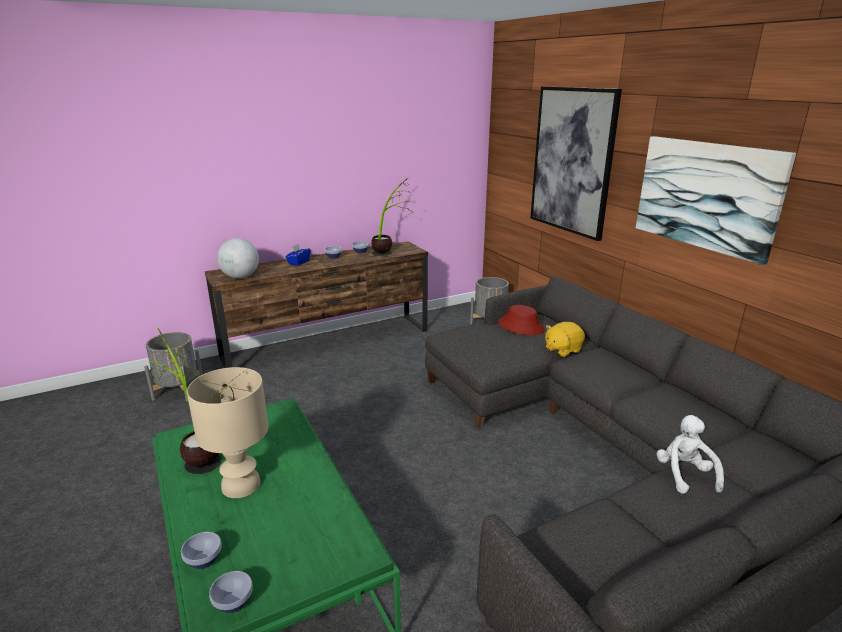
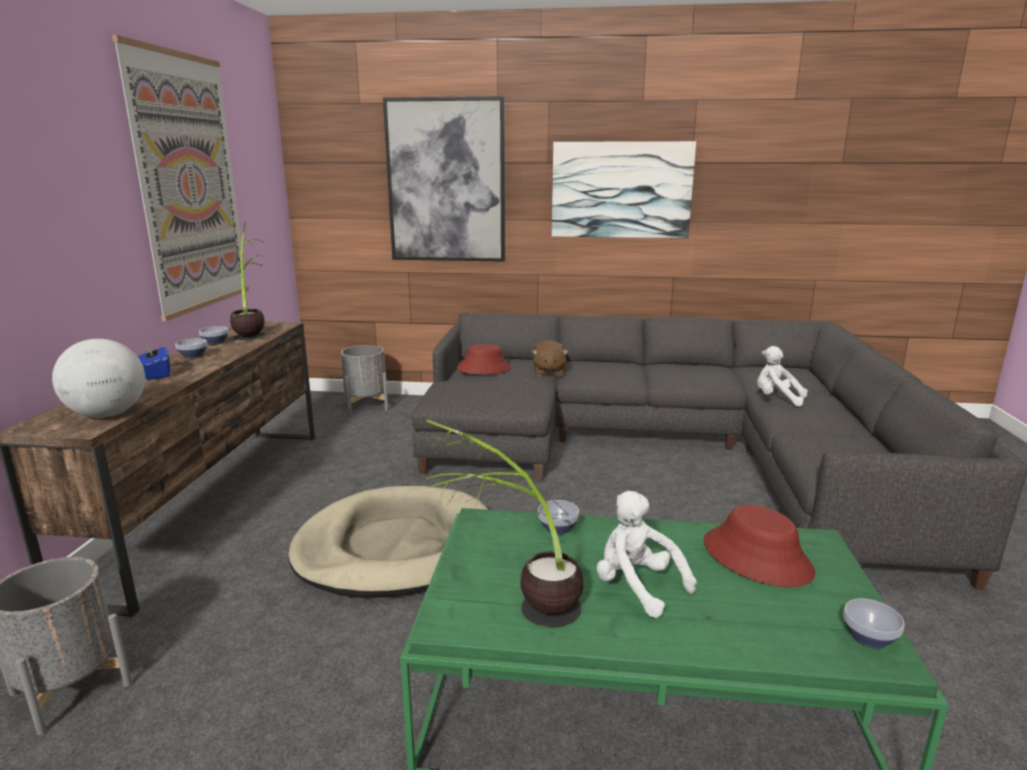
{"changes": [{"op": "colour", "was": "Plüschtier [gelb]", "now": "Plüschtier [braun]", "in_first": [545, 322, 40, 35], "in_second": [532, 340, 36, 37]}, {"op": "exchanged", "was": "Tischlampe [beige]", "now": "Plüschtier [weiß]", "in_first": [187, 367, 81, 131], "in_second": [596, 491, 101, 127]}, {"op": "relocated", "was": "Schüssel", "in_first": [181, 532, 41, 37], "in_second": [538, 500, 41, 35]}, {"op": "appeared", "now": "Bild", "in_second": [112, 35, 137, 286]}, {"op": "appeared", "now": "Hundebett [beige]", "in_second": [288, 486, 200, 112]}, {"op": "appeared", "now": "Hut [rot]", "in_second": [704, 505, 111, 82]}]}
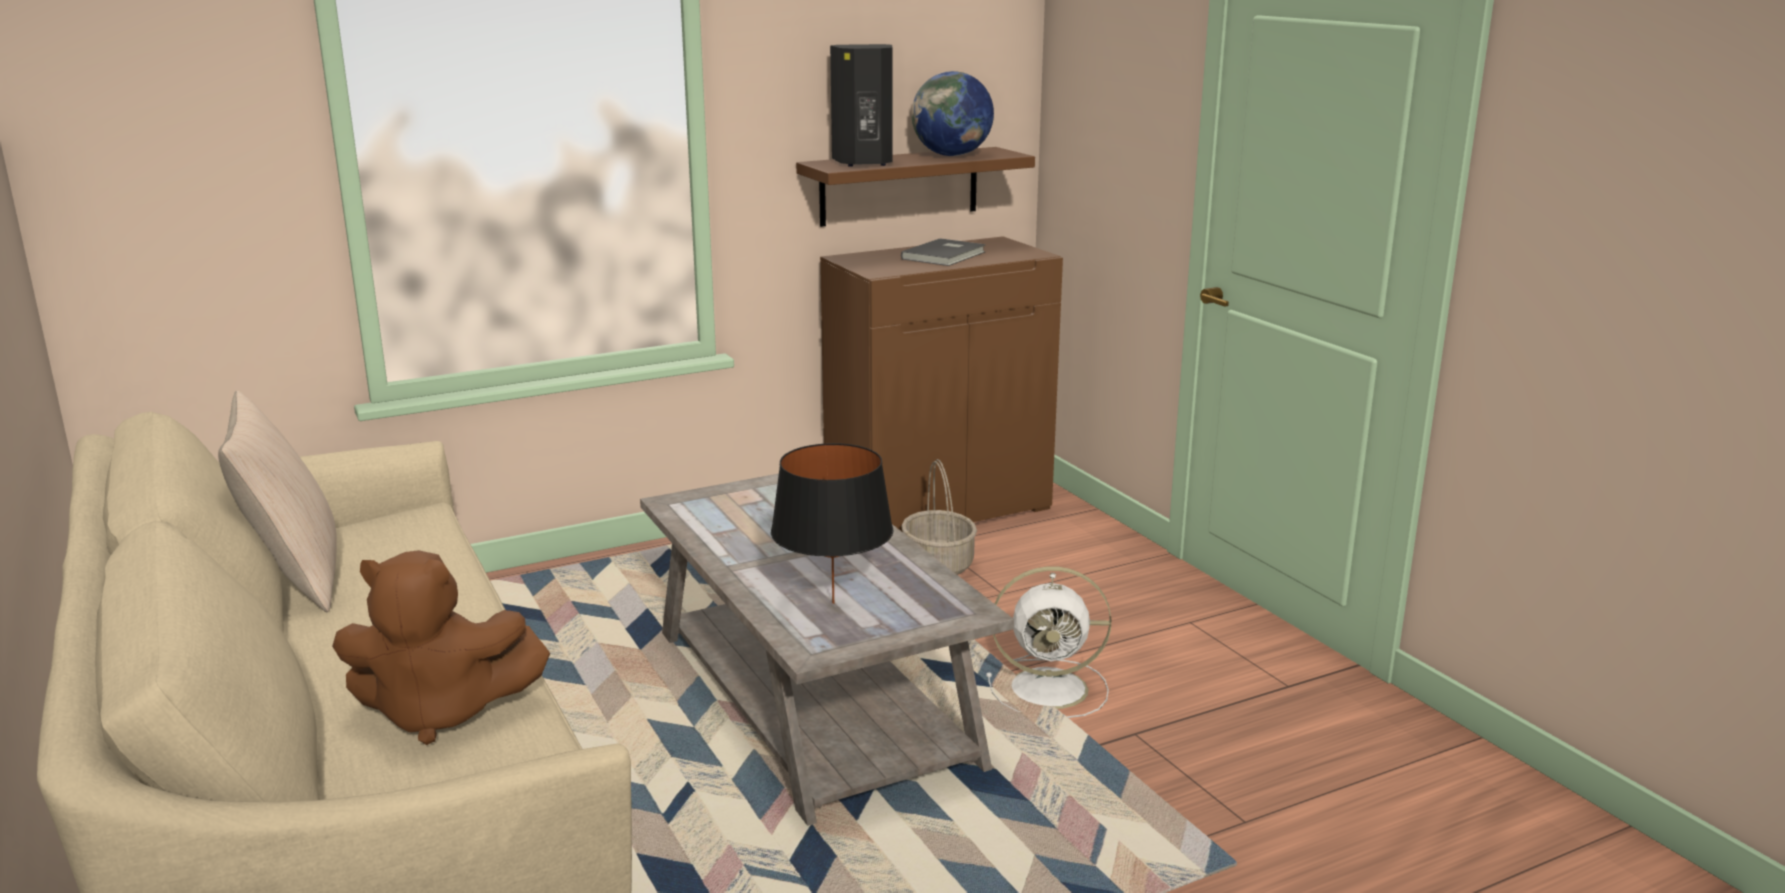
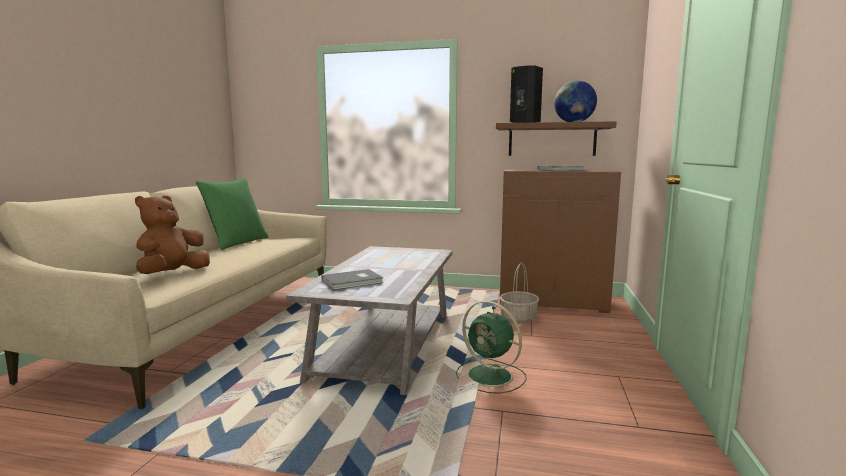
{"changes": [{"op": "colour", "was": "Kissen [beige]", "now": "Kissen [grün]", "in_first": [218, 391, 119, 221], "in_second": [196, 178, 72, 72]}, {"op": "exchanged", "was": "Tischlampe [schwarz]", "now": "Buch [grau]", "in_first": [771, 443, 122, 161], "in_second": [321, 269, 63, 21]}, {"op": "spun", "was": "Plüschtier [braun]", "in_first": [332, 550, 218, 195], "in_second": [135, 195, 75, 79], "clockwise": 75}, {"op": "colour", "was": "Ventilator [weiß]", "now": "Ventilator [grün]", "in_first": [986, 566, 125, 152], "in_second": [456, 301, 71, 93]}]}
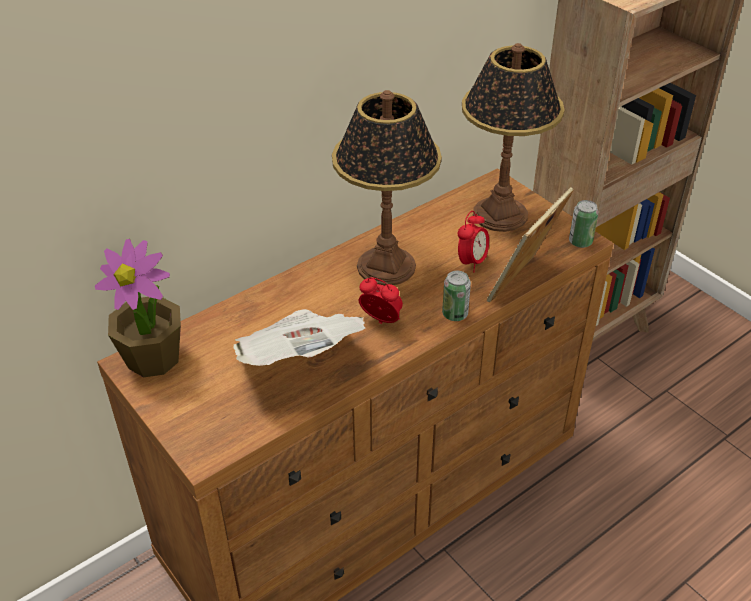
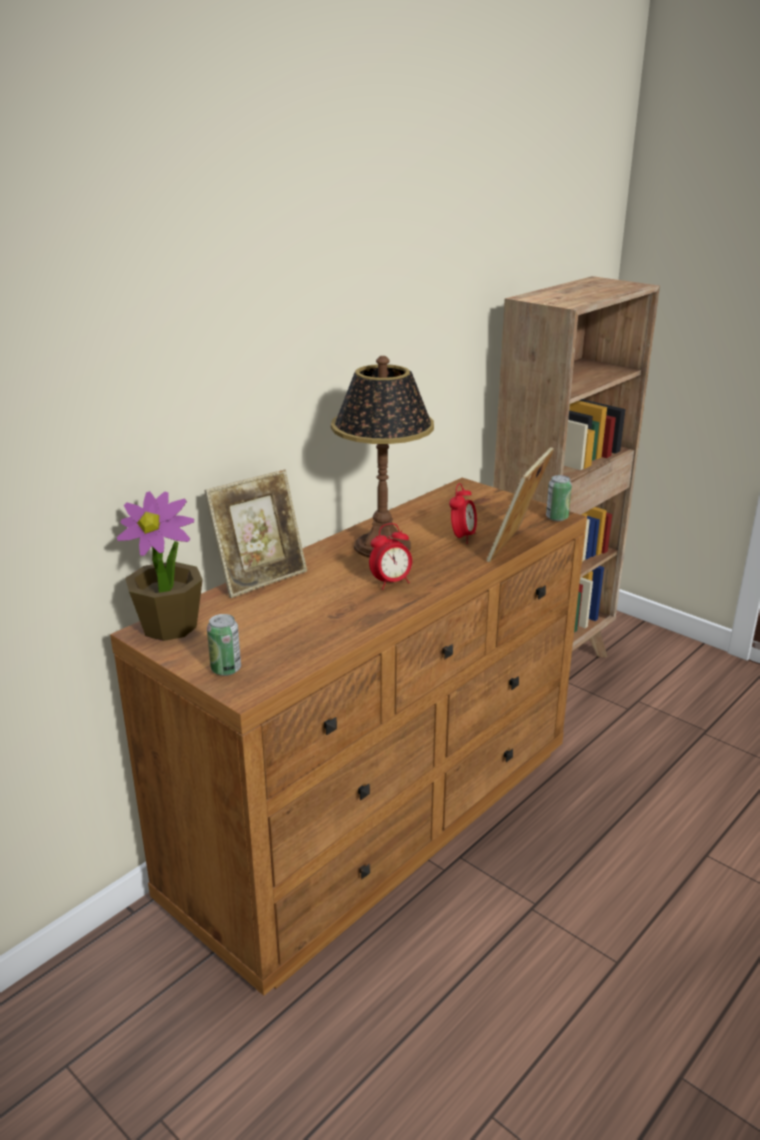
{"changes": [{"op": "missing", "was": "Tischlampe", "in_first": [462, 43, 103, 189]}, {"op": "relocated", "was": "Dose", "in_first": [442, 271, 29, 50], "in_second": [207, 614, 34, 62]}, {"op": "spun", "was": "Wecker", "in_first": [359, 277, 44, 47], "in_second": [369, 523, 43, 66], "clockwise": 135}, {"op": "missing", "was": "Zeitung", "in_first": [234, 309, 131, 57]}, {"op": "appeared", "now": "Bilderrahmen", "in_second": [205, 469, 102, 129]}]}
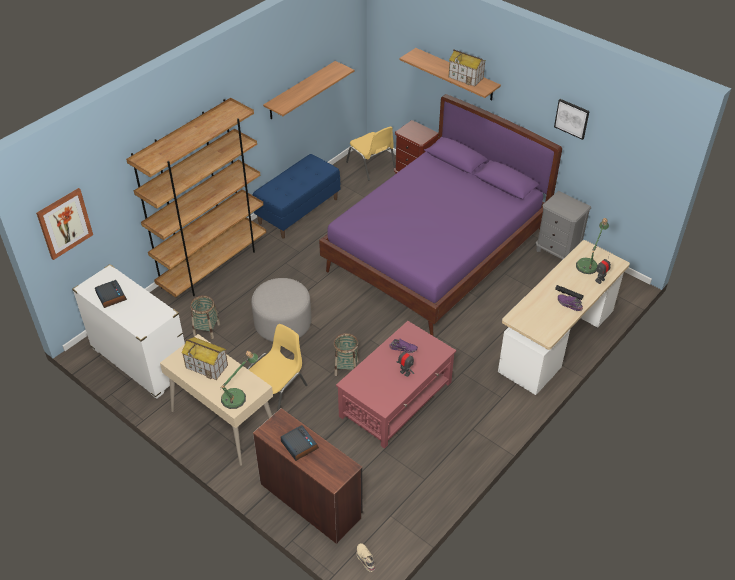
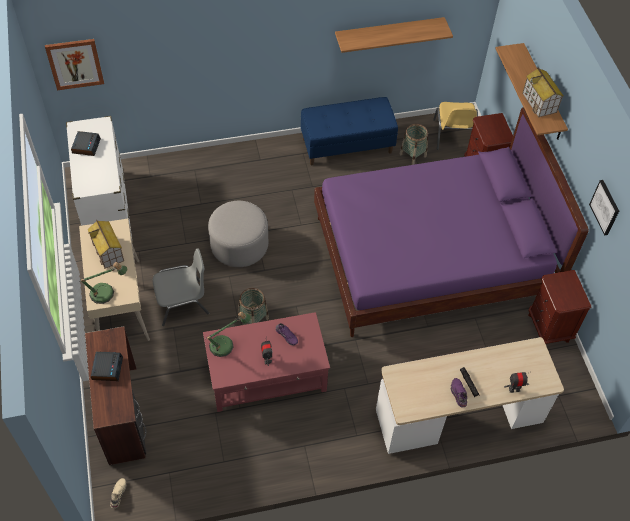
{"changes": [{"op": "missing", "was": "Bücherregal [braun]", "in_first": [126, 98, 140, 200]}, {"op": "colour", "was": "Nachttisch [grau]", "now": "Nachttisch [braun]", "in_first": [536, 191, 55, 69], "in_second": [528, 270, 63, 74]}, {"op": "relocated", "was": "Tischlampe", "in_first": [576, 218, 33, 56], "in_second": [207, 312, 44, 45]}, {"op": "relocated", "was": "Korb", "in_first": [190, 295, 30, 44], "in_second": [399, 124, 29, 41]}, {"op": "colour", "was": "Stuhl [gelb]", "now": "Stuhl [grau]", "in_first": [247, 324, 60, 87], "in_second": [153, 249, 56, 77]}]}
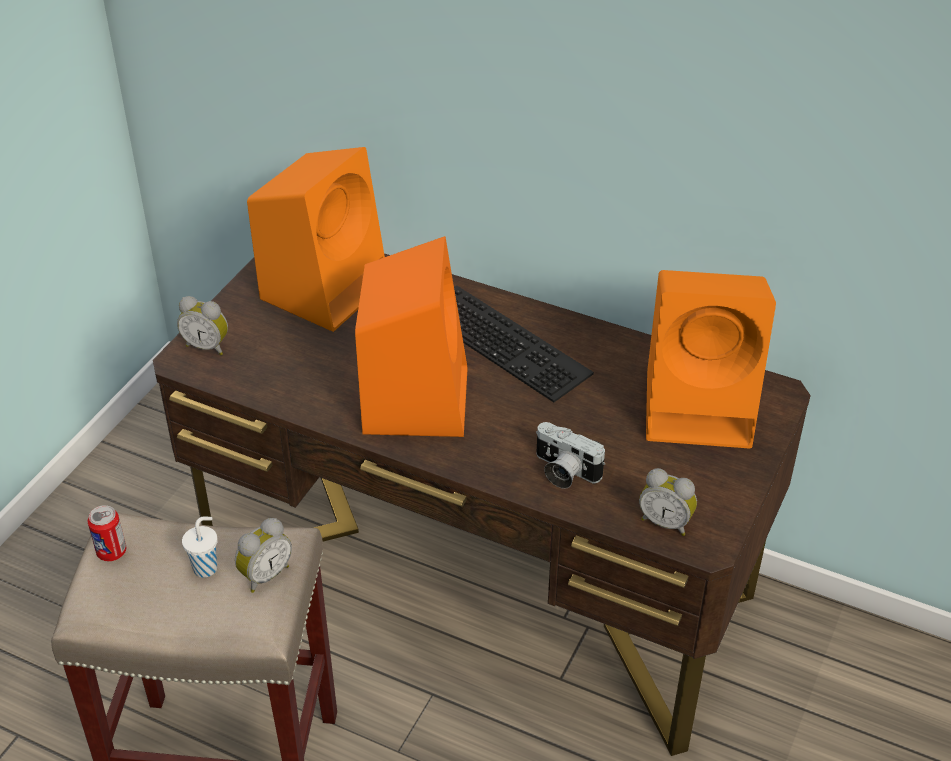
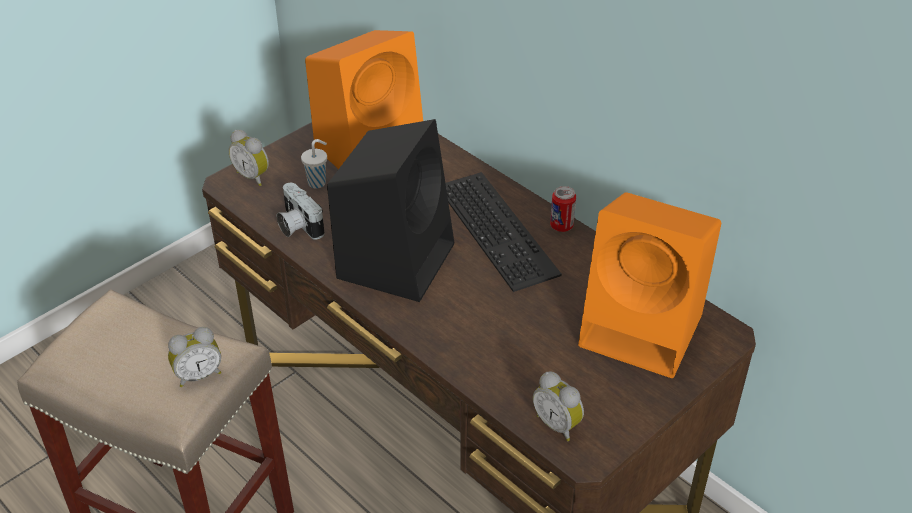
{"changes": [{"op": "colour", "was": "Lautsprecher [orange]", "now": "Lautsprecher [schwarz]", "in_first": [355, 236, 113, 201], "in_second": [327, 119, 127, 183]}, {"op": "relocated", "was": "Kamera", "in_first": [536, 422, 69, 67], "in_second": [277, 183, 48, 57]}, {"op": "relocated", "was": "Dose", "in_first": [88, 505, 38, 56], "in_second": [550, 186, 26, 46]}, {"op": "relocated", "was": "Tasse [weiß]", "in_first": [182, 517, 36, 61], "in_second": [301, 139, 26, 49]}]}
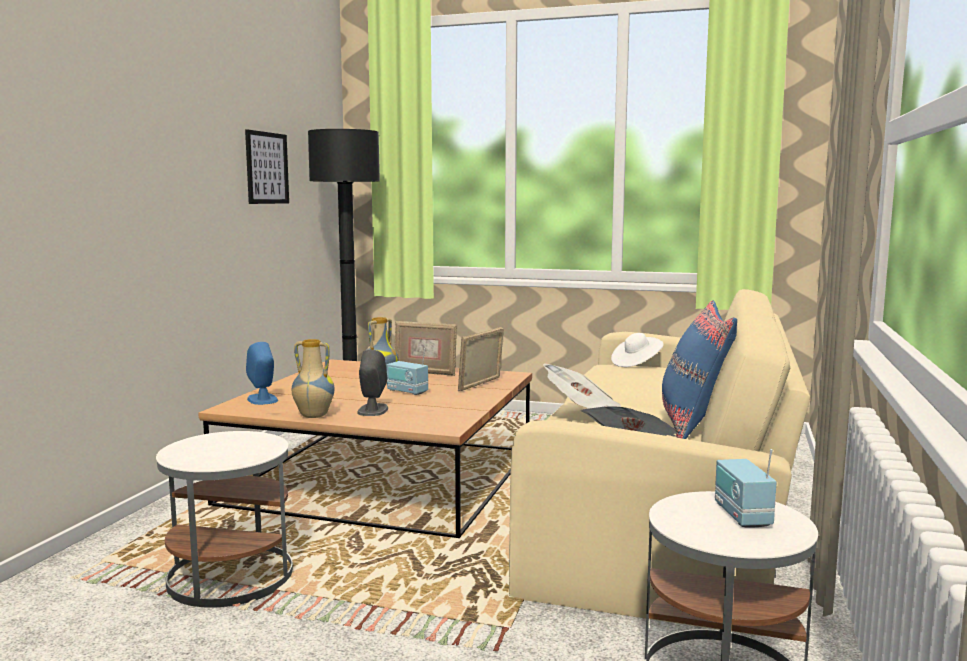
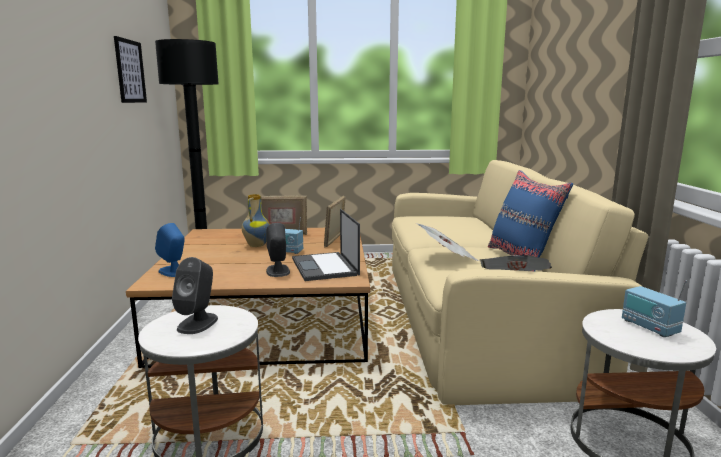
{"changes": [{"op": "missing", "was": "Hut [weiß]", "in_first": [611, 333, 52, 34]}, {"op": "missing", "was": "Vase", "in_first": [292, 339, 42, 79]}, {"op": "appeared", "now": "Laptop", "in_second": [292, 209, 68, 72]}, {"op": "appeared", "now": "Lautsprecher [grau]", "in_second": [172, 257, 46, 77]}]}
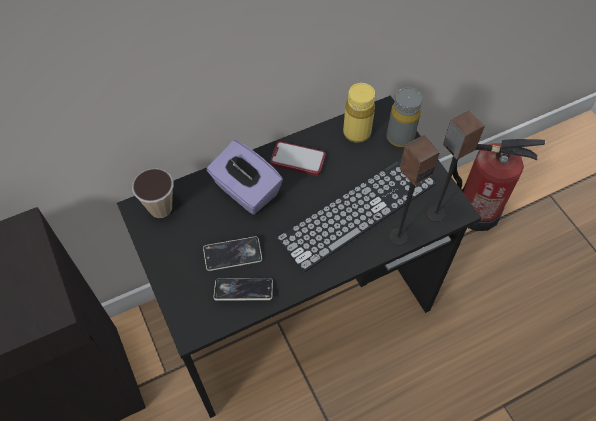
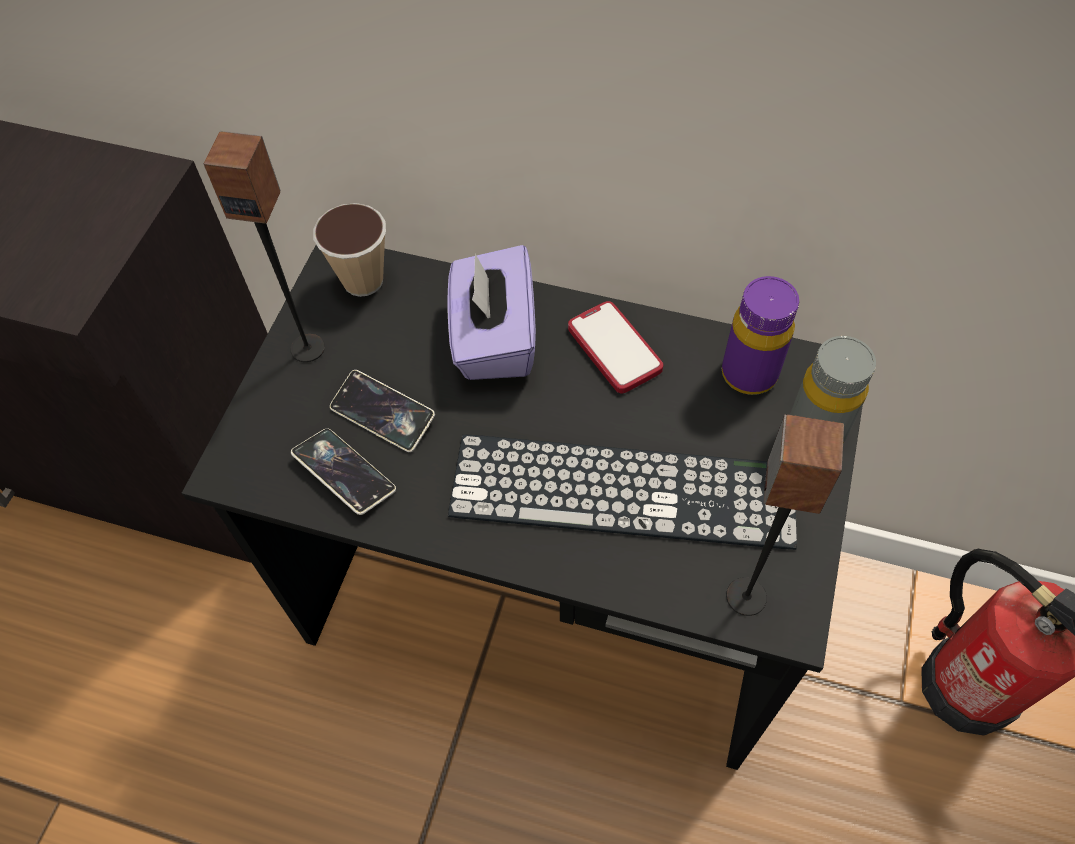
{"changes": [{"op": "colour", "was": "Flasche [gelb]", "now": "Flasche [lila]", "in_first": [343, 83, 32, 60], "in_second": [722, 276, 77, 119]}, {"op": "relocated", "was": "Lautsprecher", "in_first": [389, 135, 51, 110], "in_second": [204, 131, 121, 231]}]}
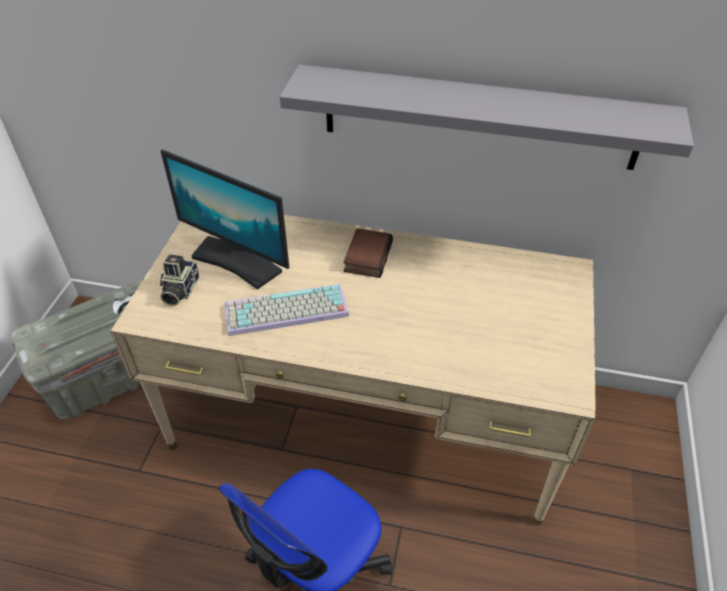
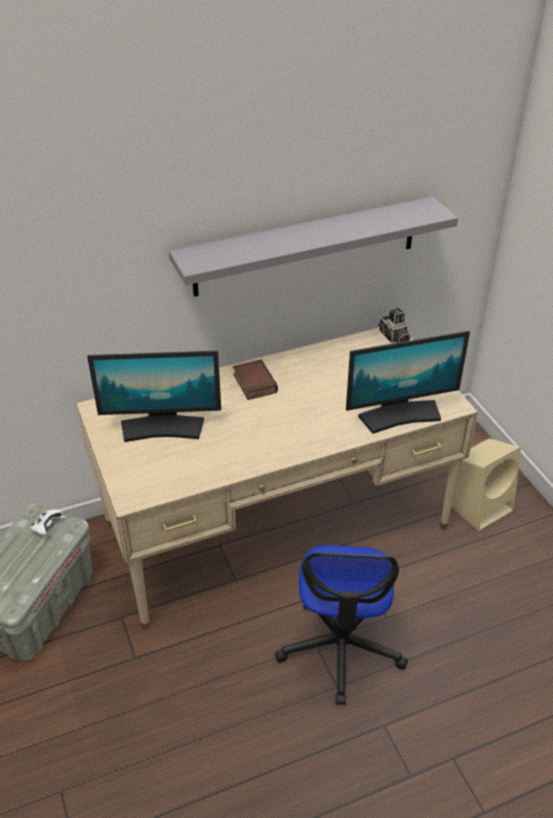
{"changes": [{"op": "relocated", "was": "Kamera", "in_first": [160, 254, 39, 52], "in_second": [378, 308, 33, 35]}, {"op": "missing", "was": "Tastatur", "in_first": [225, 284, 124, 52]}, {"op": "appeared", "now": "Monitor", "in_second": [346, 331, 124, 103]}, {"op": "appeared", "now": "Lautsprecher [beige]", "in_second": [452, 438, 69, 93]}]}
